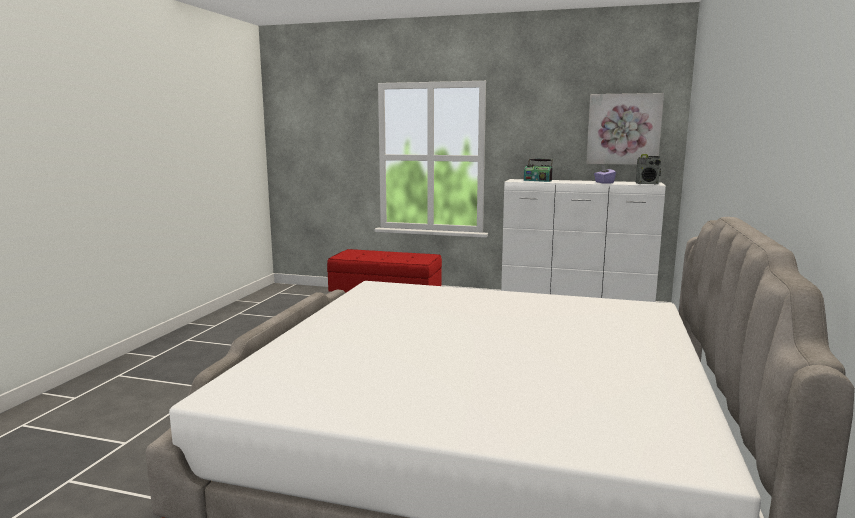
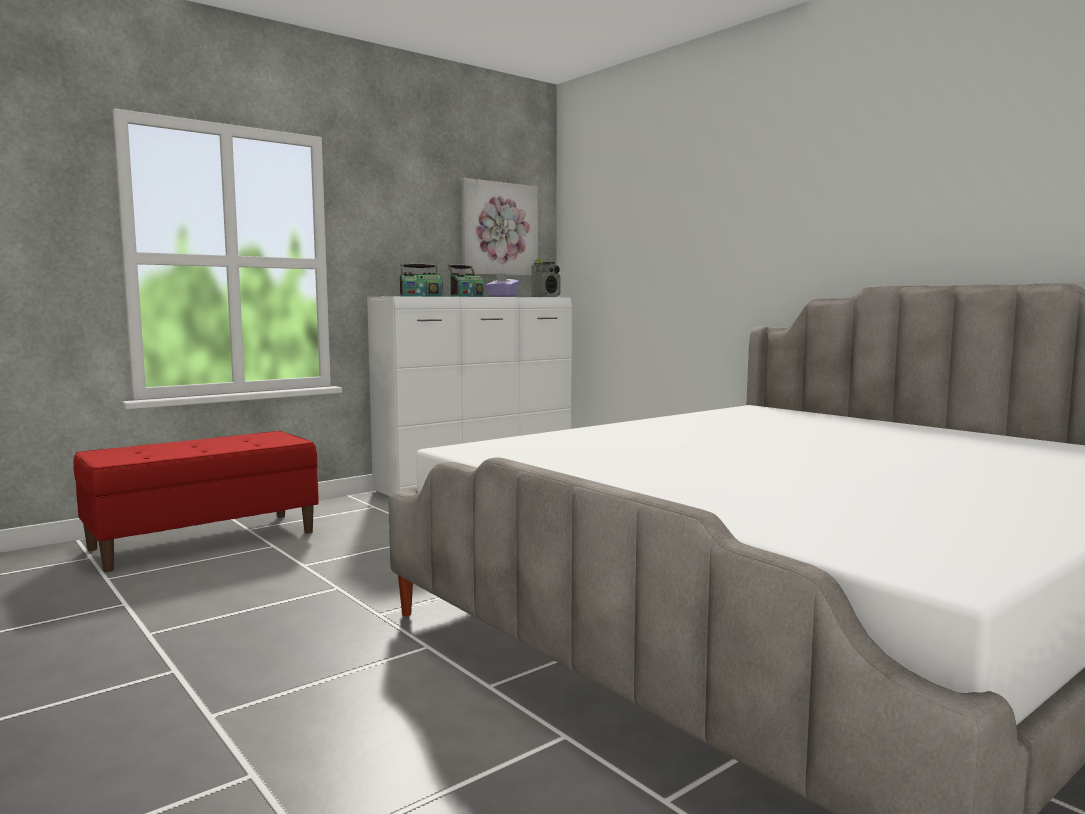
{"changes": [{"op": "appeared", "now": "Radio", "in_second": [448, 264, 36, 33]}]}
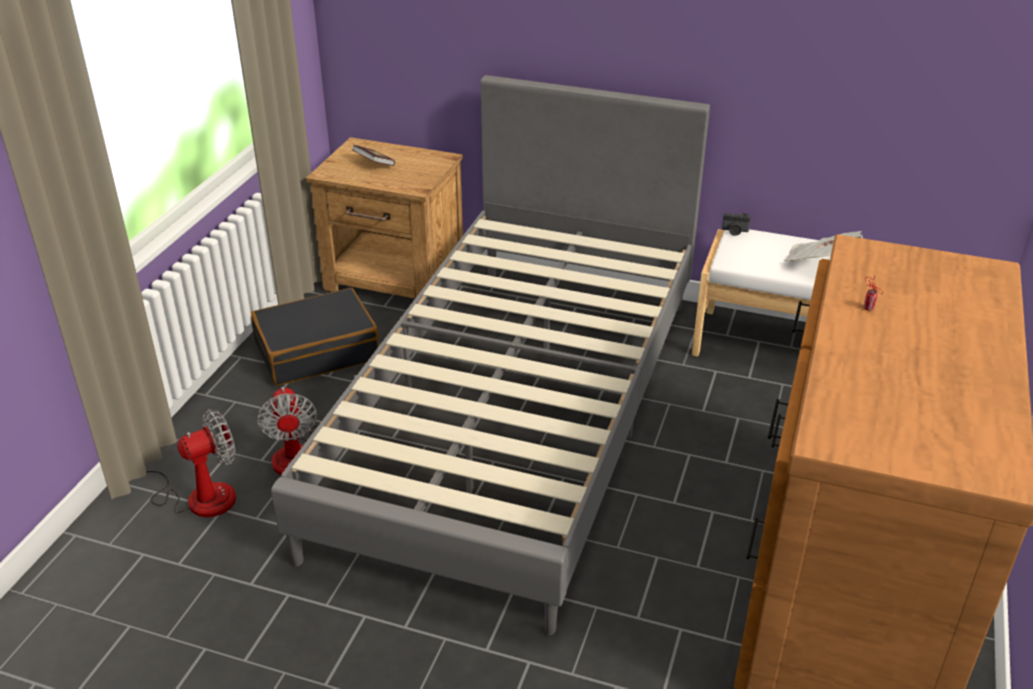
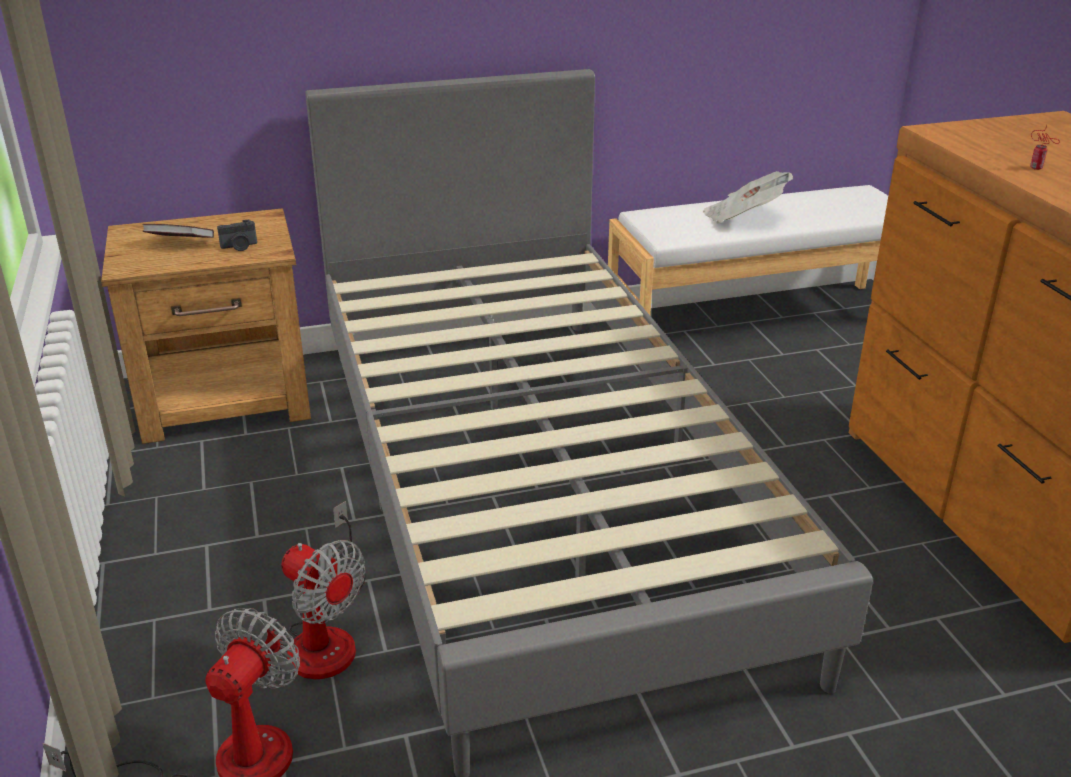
{"changes": [{"op": "relocated", "was": "Kamera", "in_first": [722, 213, 29, 23], "in_second": [217, 220, 40, 31]}, {"op": "missing", "was": "Koffer [schwarz]", "in_first": [251, 288, 128, 98]}]}
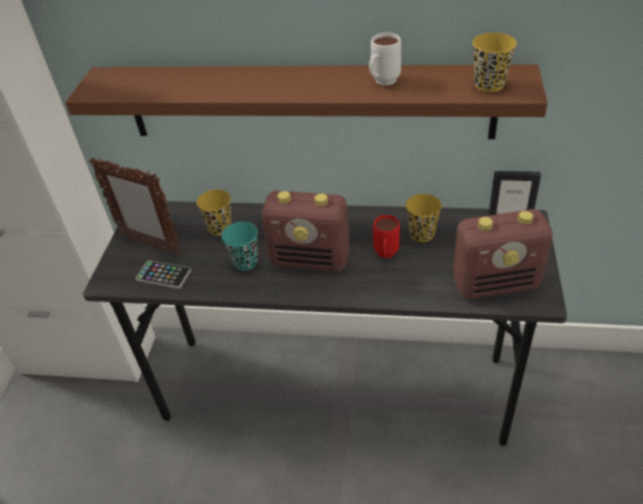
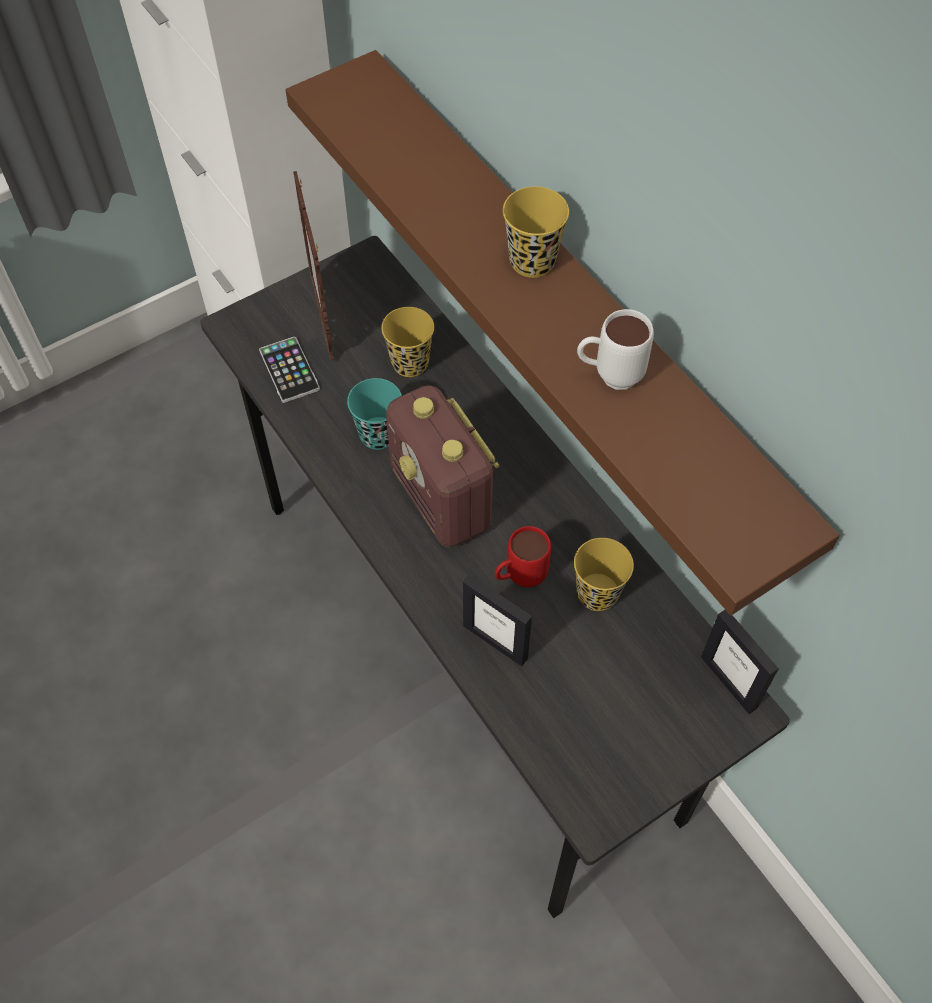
{"changes": [{"op": "relocated", "was": "Tasse [gelb]", "in_first": [472, 32, 45, 60], "in_second": [503, 186, 66, 92]}, {"op": "missing", "was": "Radio", "in_first": [453, 209, 100, 90]}, {"op": "appeared", "now": "Bilderrahmen", "in_second": [463, 574, 69, 92]}]}
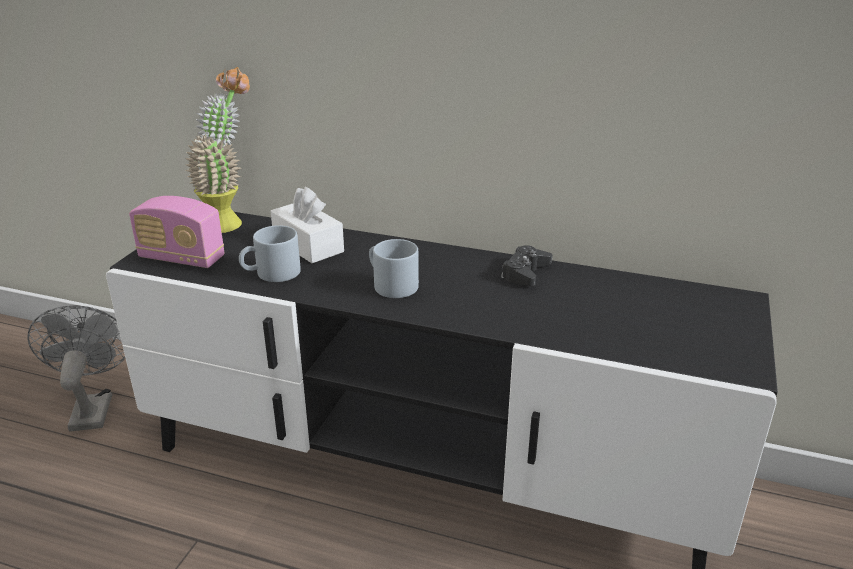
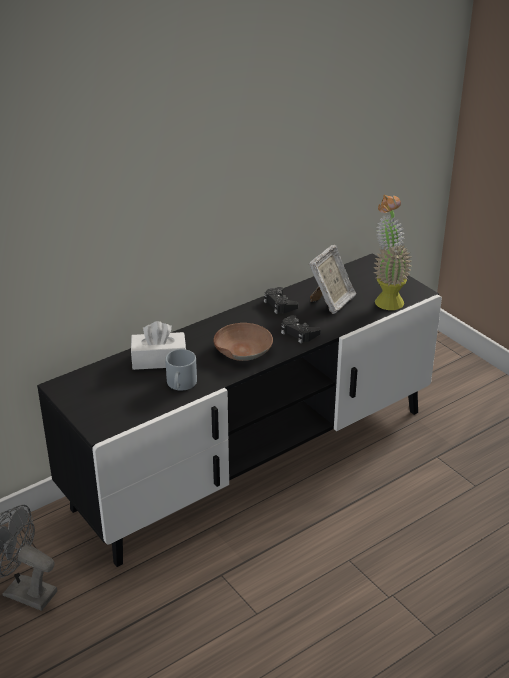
{"changes": [{"op": "relocated", "was": "Topfpflanze", "in_first": [185, 67, 65, 166], "in_second": [374, 194, 38, 116]}, {"op": "missing", "was": "Radio", "in_first": [129, 196, 95, 72]}, {"op": "exchanged", "was": "Henkelbecher [grau]", "now": "Schüssel [braun]", "in_first": [369, 239, 50, 59], "in_second": [213, 323, 60, 38]}, {"op": "appeared", "now": "Bilderrahmen", "in_second": [309, 245, 47, 69]}, {"op": "appeared", "now": "Gamepad [schwarz]", "in_second": [281, 315, 40, 28]}]}
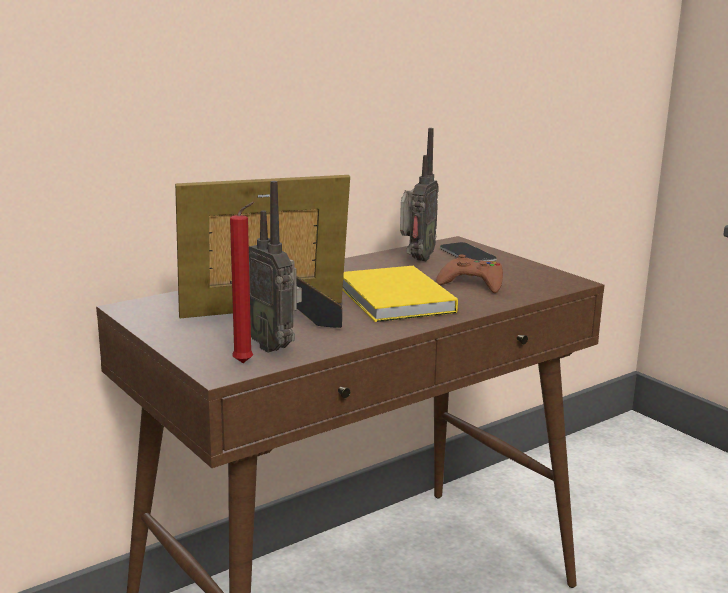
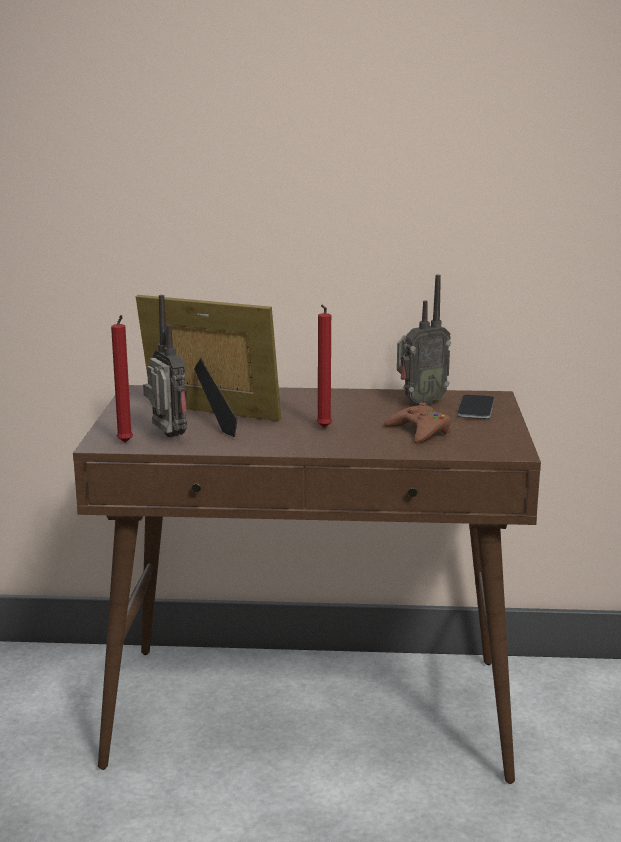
{"changes": [{"op": "spun", "was": "Radio", "in_first": [249, 181, 53, 172], "in_second": [143, 295, 44, 143], "clockwise": 150}, {"op": "exchanged", "was": "Buch [gelb]", "now": "Kerze [rot]", "in_first": [343, 266, 115, 56], "in_second": [316, 304, 16, 124]}]}
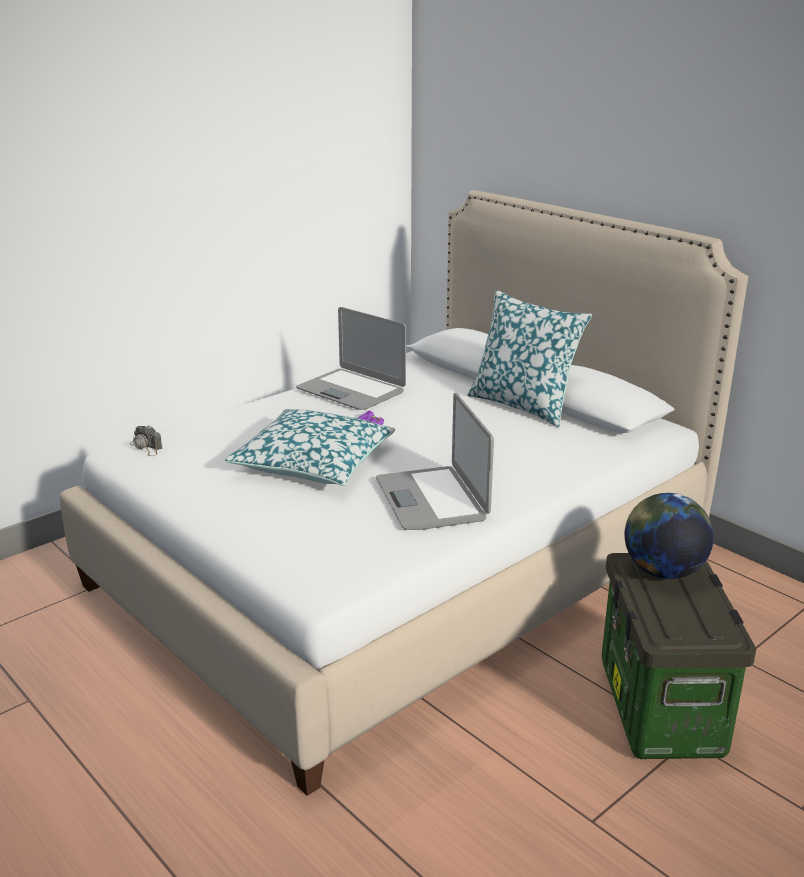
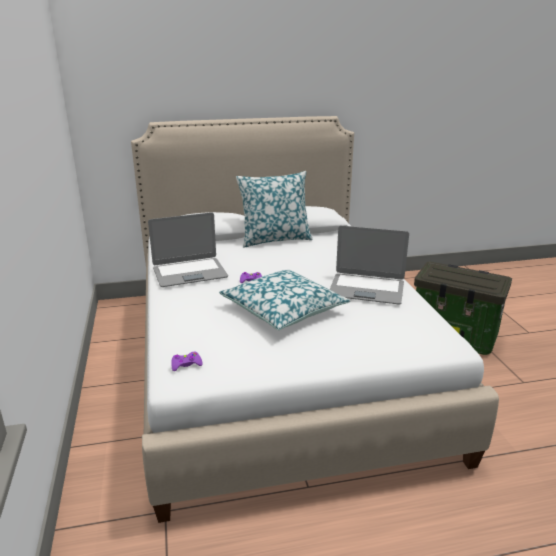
{"changes": [{"op": "exchanged", "was": "Kamera", "now": "Gamepad [lila]", "in_first": [130, 425, 32, 31], "in_second": [171, 352, 32, 19]}, {"op": "missing", "was": "Globus", "in_first": [625, 493, 89, 86]}]}
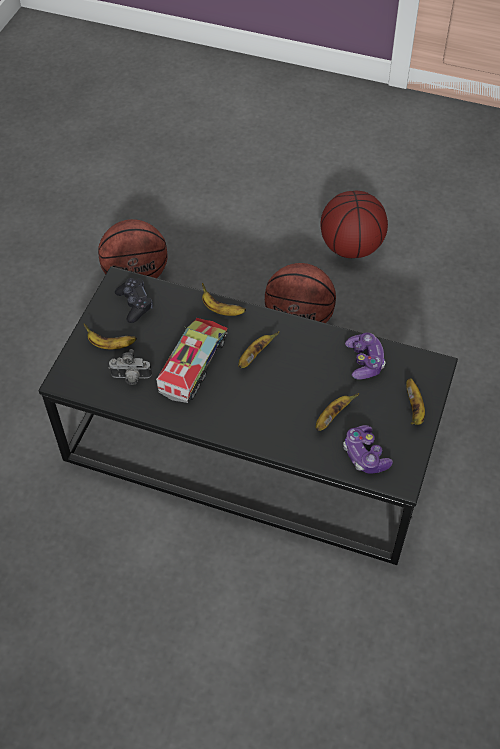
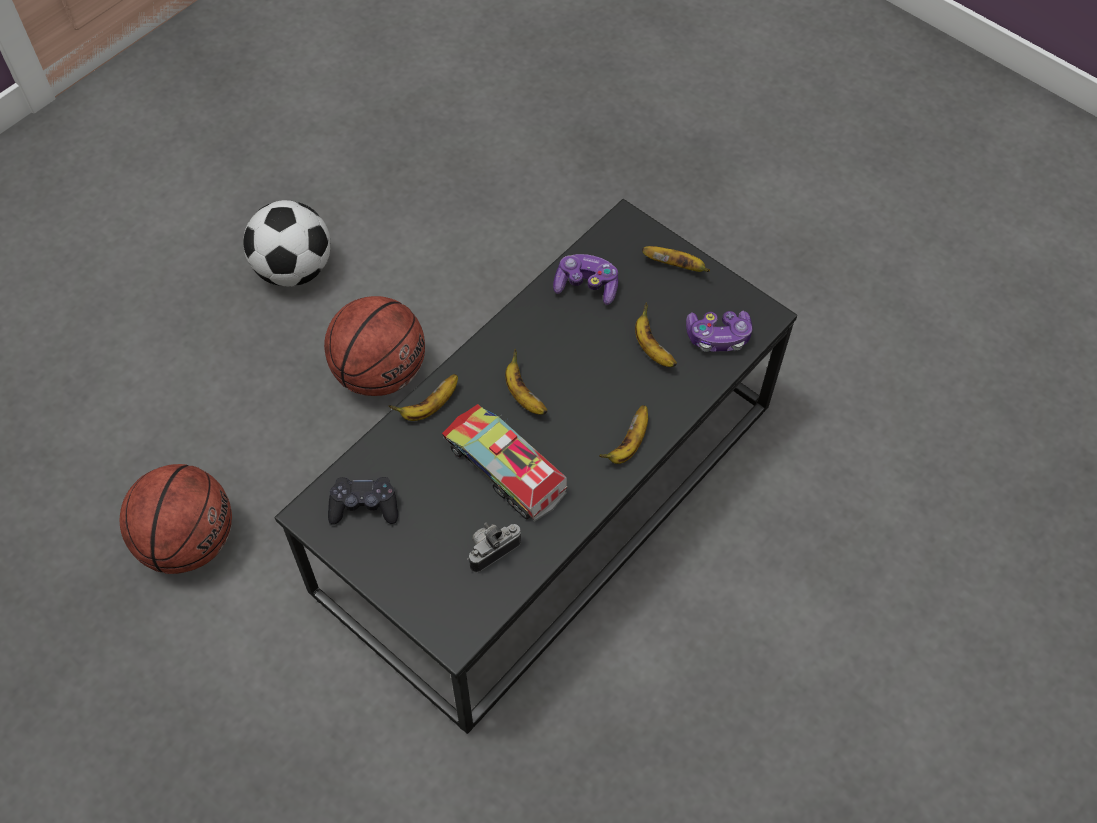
{"changes": [{"op": "exchanged", "was": "Basketball", "now": "Fußball", "in_first": [320, 191, 68, 67], "in_second": [243, 200, 87, 87]}, {"op": "relocated", "was": "Banane", "in_first": [84, 324, 52, 25], "in_second": [599, 405, 49, 59]}, {"op": "spun", "was": "Kamera", "in_first": [109, 349, 43, 36], "in_second": [467, 522, 54, 50], "clockwise": -150}]}
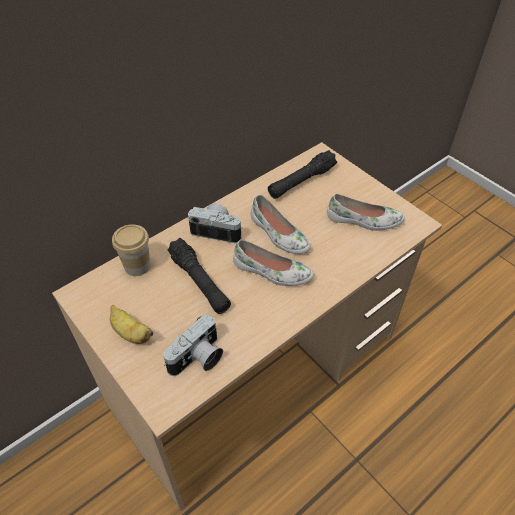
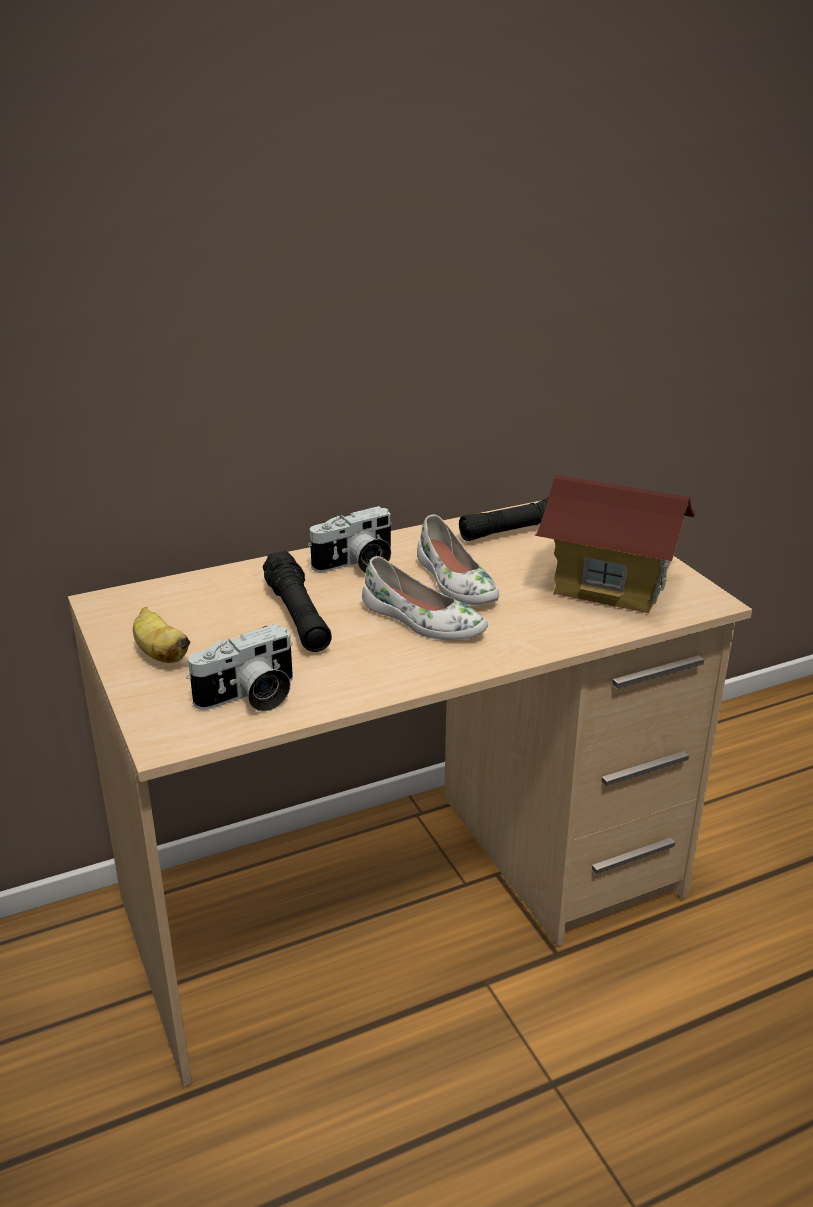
{"changes": [{"op": "exchanged", "was": "Schuh [weiß]", "now": "Spielzeughaus", "in_first": [327, 194, 78, 37], "in_second": [535, 475, 161, 138]}, {"op": "spun", "was": "Kamera", "in_first": [187, 204, 56, 39], "in_second": [308, 506, 84, 68], "clockwise": 120}, {"op": "missing", "was": "Tasse", "in_first": [112, 225, 38, 51]}]}
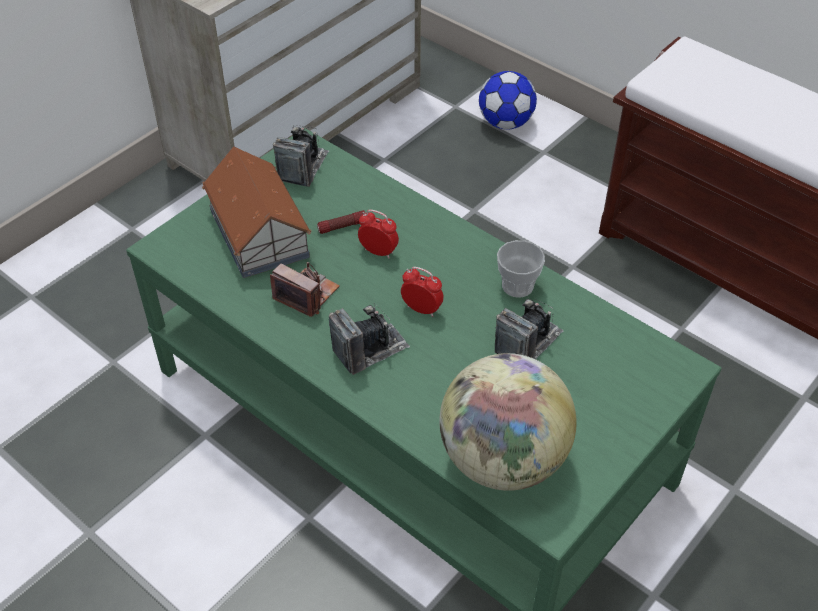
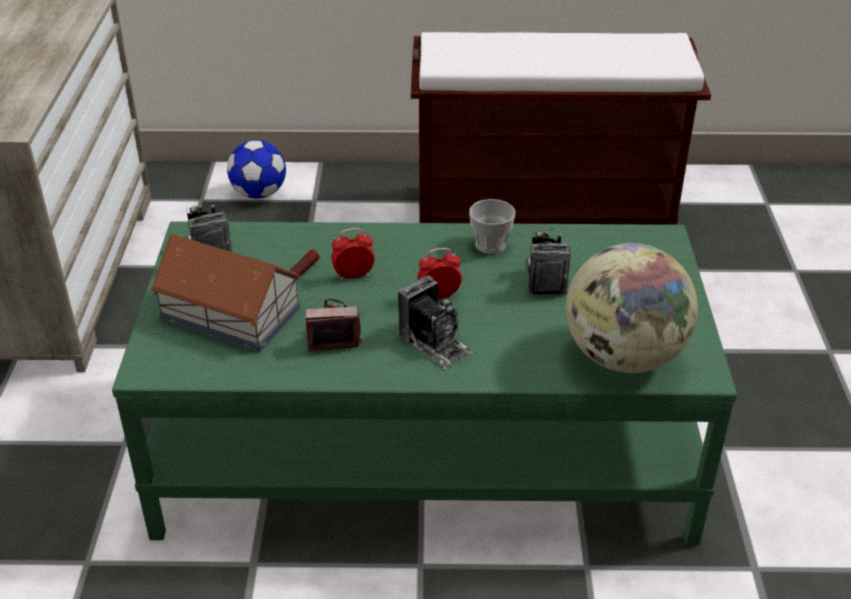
{"changes": [{"op": "spun", "was": "Kamera", "in_first": [329, 303, 81, 72], "in_second": [398, 276, 75, 93], "clockwise": 120}]}
